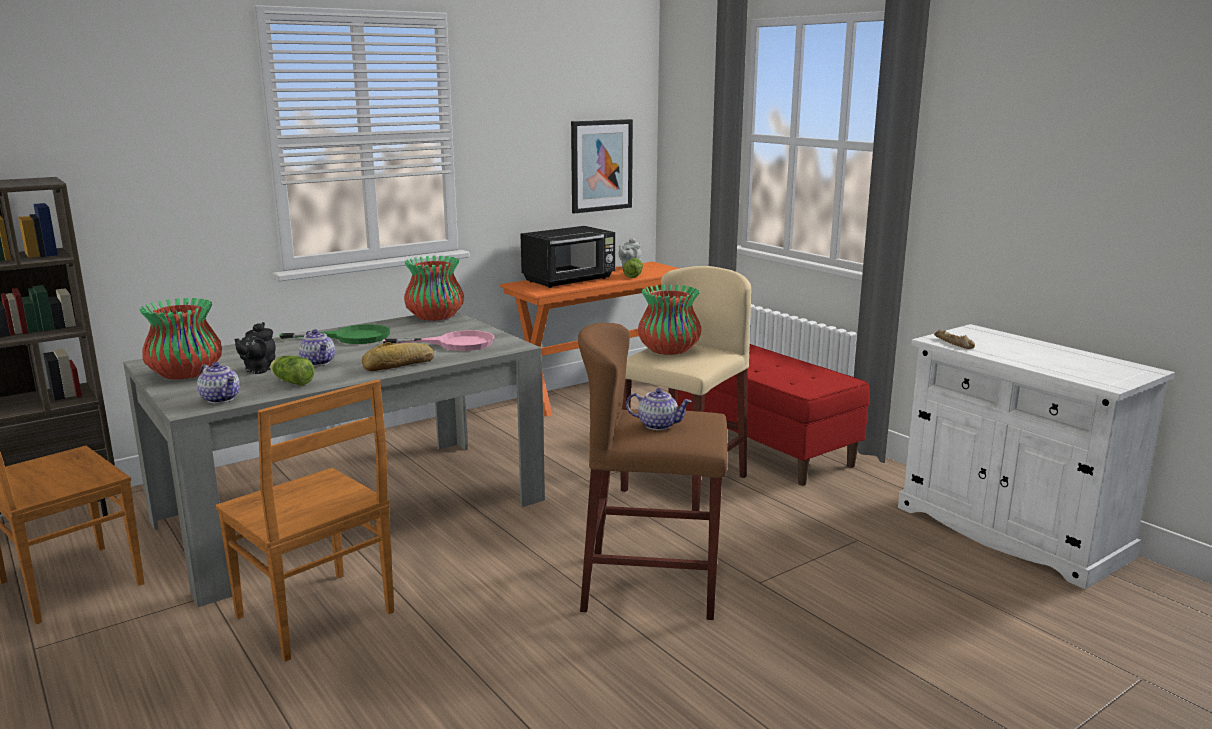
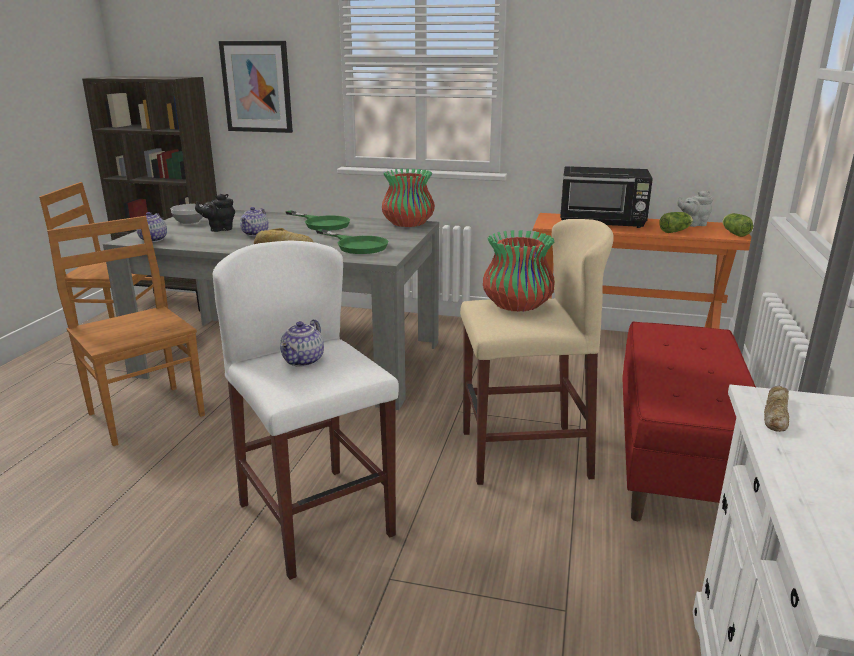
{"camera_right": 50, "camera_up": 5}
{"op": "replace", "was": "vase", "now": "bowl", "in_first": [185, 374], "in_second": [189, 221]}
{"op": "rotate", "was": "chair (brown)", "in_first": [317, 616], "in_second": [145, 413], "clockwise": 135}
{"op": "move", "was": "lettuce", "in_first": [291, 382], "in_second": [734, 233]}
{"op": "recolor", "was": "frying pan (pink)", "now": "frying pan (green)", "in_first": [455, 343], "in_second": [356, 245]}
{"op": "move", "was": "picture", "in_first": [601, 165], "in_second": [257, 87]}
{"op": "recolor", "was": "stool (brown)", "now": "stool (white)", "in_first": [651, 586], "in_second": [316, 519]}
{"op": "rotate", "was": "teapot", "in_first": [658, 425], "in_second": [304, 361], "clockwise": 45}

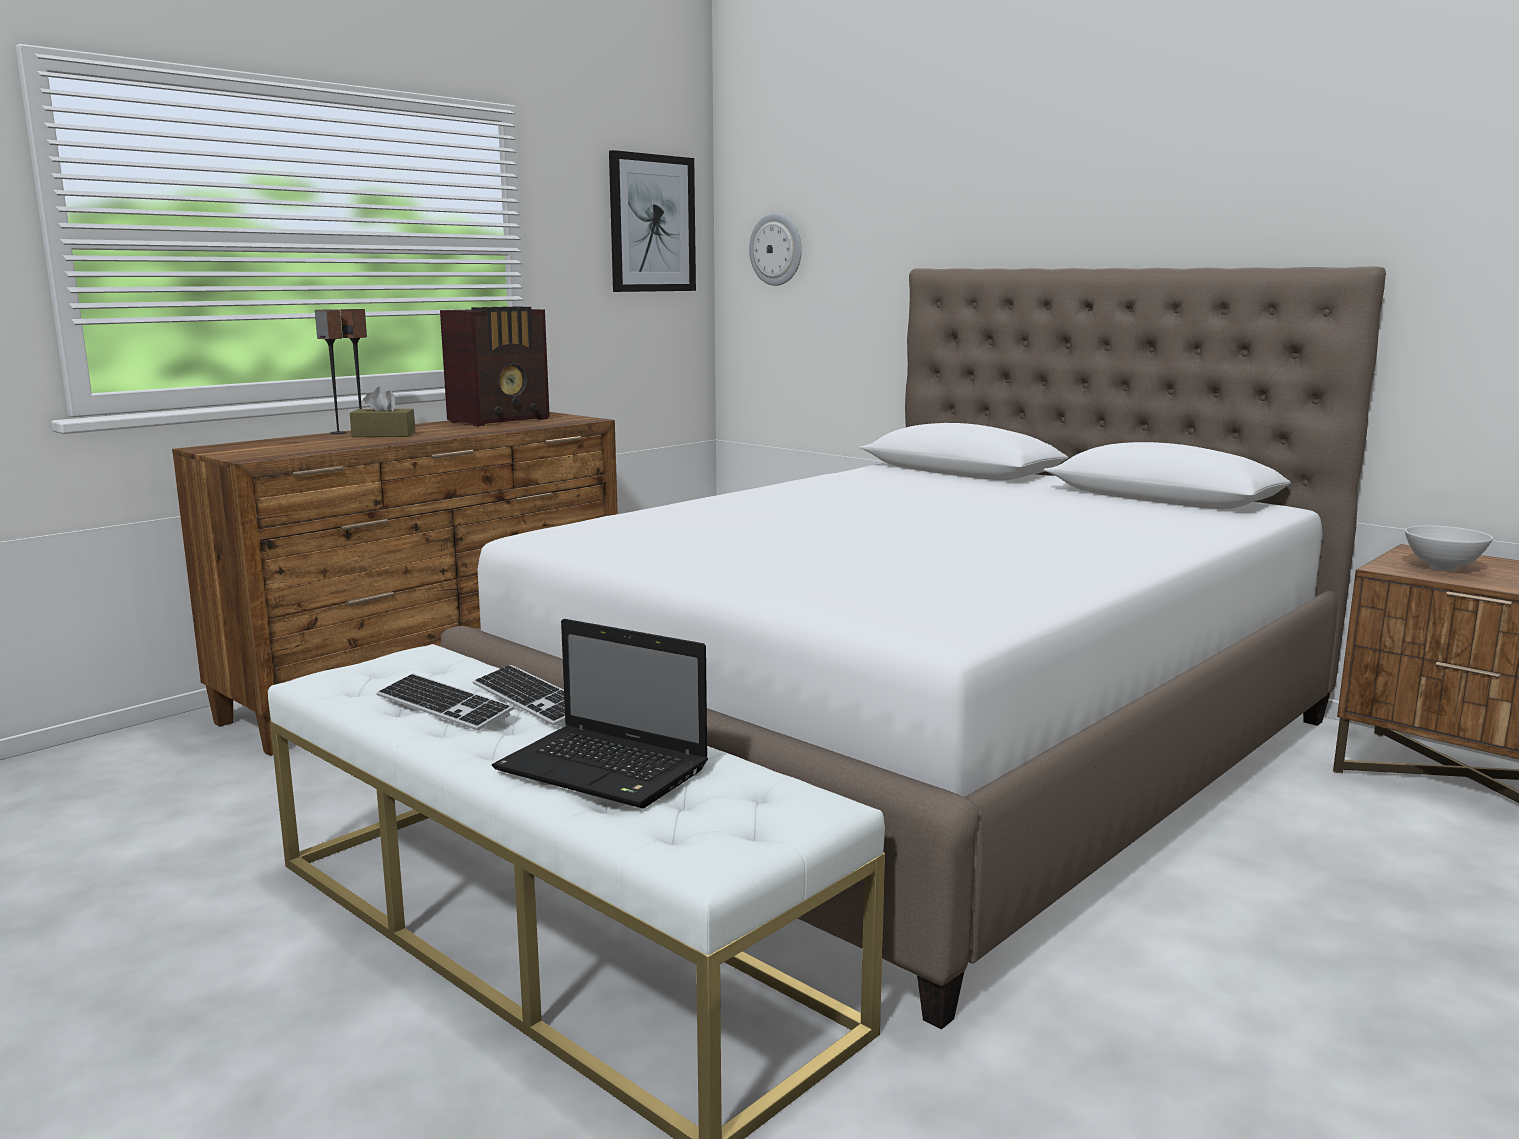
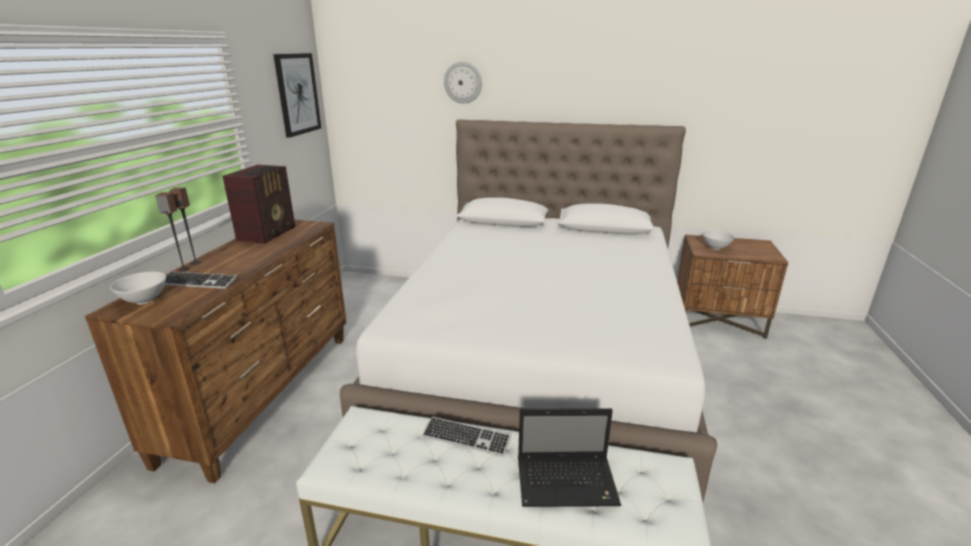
{"camera_right": -30, "camera_up": 10}
{"op": "delete", "was": "tissue box (brown)", "in_first": [384, 435]}
{"op": "move", "was": "keyboard", "in_first": [443, 706], "in_second": [198, 282]}
{"op": "move", "was": "wall clock", "in_first": [776, 249], "in_second": [463, 82]}
{"op": "insert", "now": "bowl (white)", "in_second": [144, 301]}

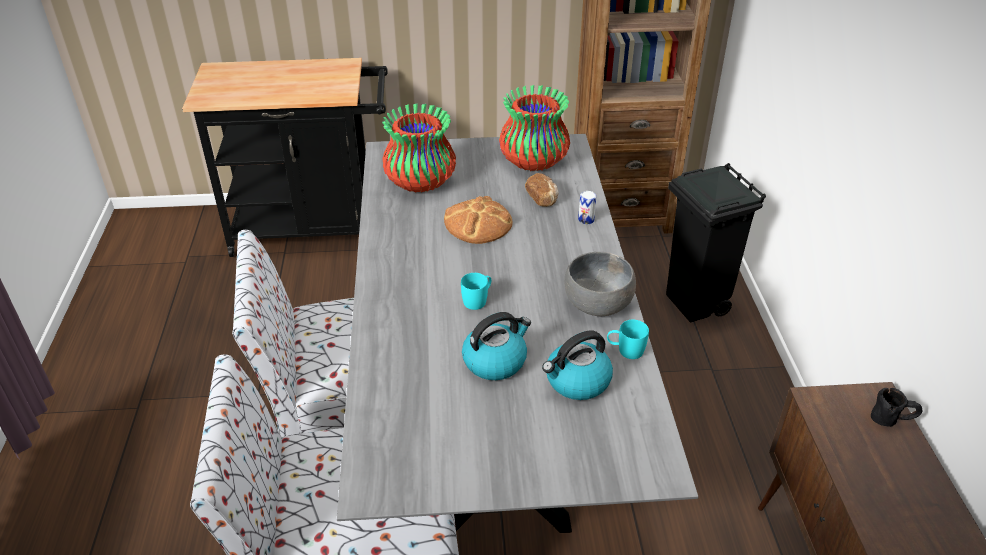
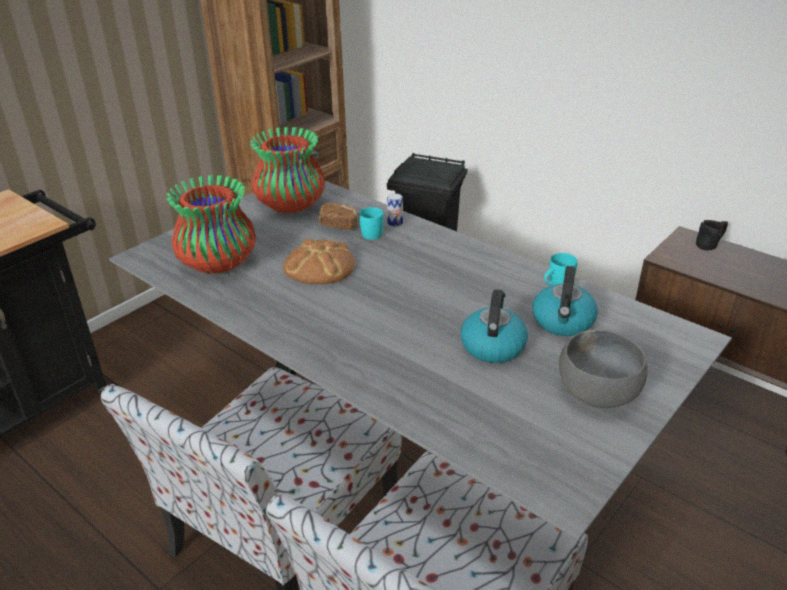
{"camera_right": -45, "camera_up": -5}
{"op": "move", "was": "mug (turquoise)", "in_first": [478, 300], "in_second": [371, 232]}
{"op": "move", "was": "bowl (grey)", "in_first": [598, 303], "in_second": [598, 392]}

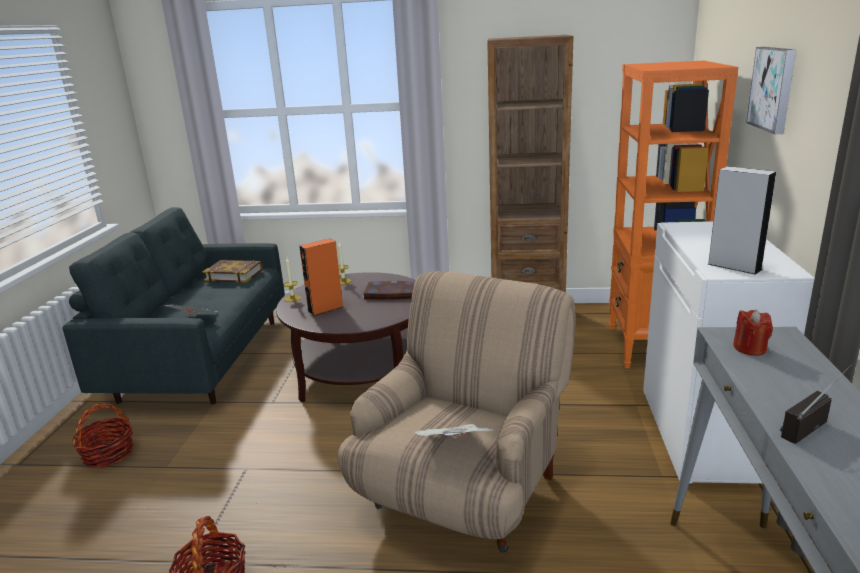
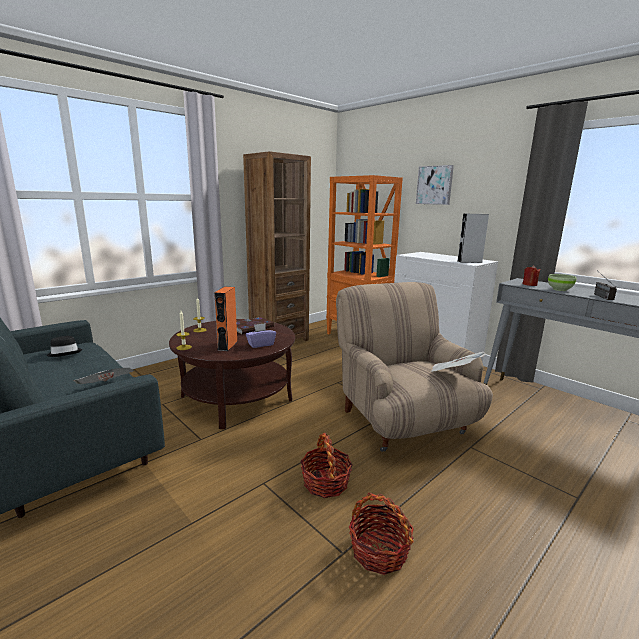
{"camera_right": -50, "camera_up": -5}
{"op": "move", "was": "basket", "in_first": [108, 454], "in_second": [325, 483]}
{"op": "replace", "was": "book", "now": "hat (black)", "in_first": [234, 275], "in_second": [65, 353]}
{"op": "insert", "now": "tissue box (purple)", "in_second": [261, 344]}
{"op": "insert", "now": "bowl (green)", "in_second": [559, 289]}

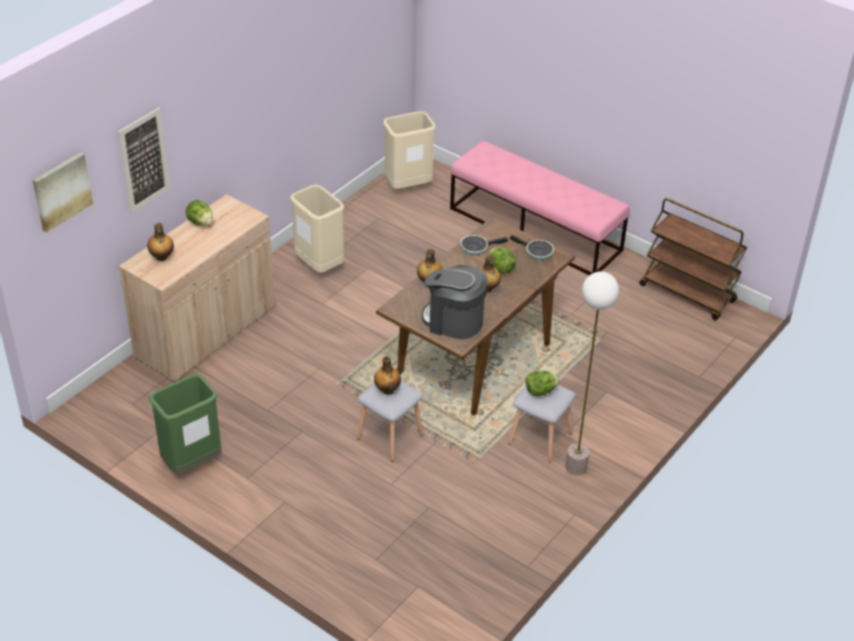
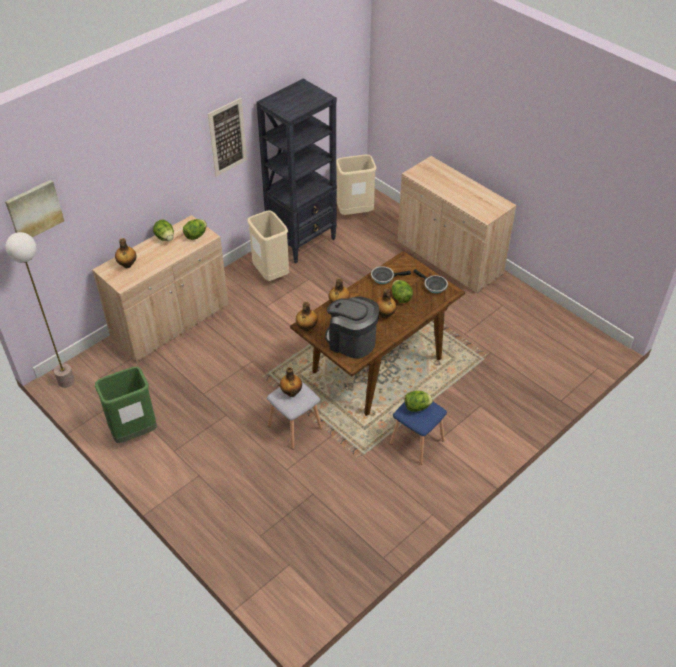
{"camera_right": 10, "camera_up": 5}
{"op": "move", "was": "picture", "in_first": [144, 160], "in_second": [227, 137]}
{"op": "replace", "was": "bench (pink)", "now": "cabinet (beige)", "in_first": [535, 229], "in_second": [449, 258]}
{"op": "recolor", "was": "stool (grey)", "now": "stool (blue)", "in_first": [540, 439], "in_second": [417, 442]}
{"op": "move", "was": "floor lamp", "in_first": [575, 467], "in_second": [66, 381]}
{"op": "delete", "was": "cart (brown)", "in_first": [688, 294]}
{"op": "insert", "now": "lettuce", "in_second": [196, 236]}
{"op": "insert", "now": "bookcase (black)", "in_second": [302, 241]}
{"op": "insert", "now": "bottle", "in_second": [306, 328]}

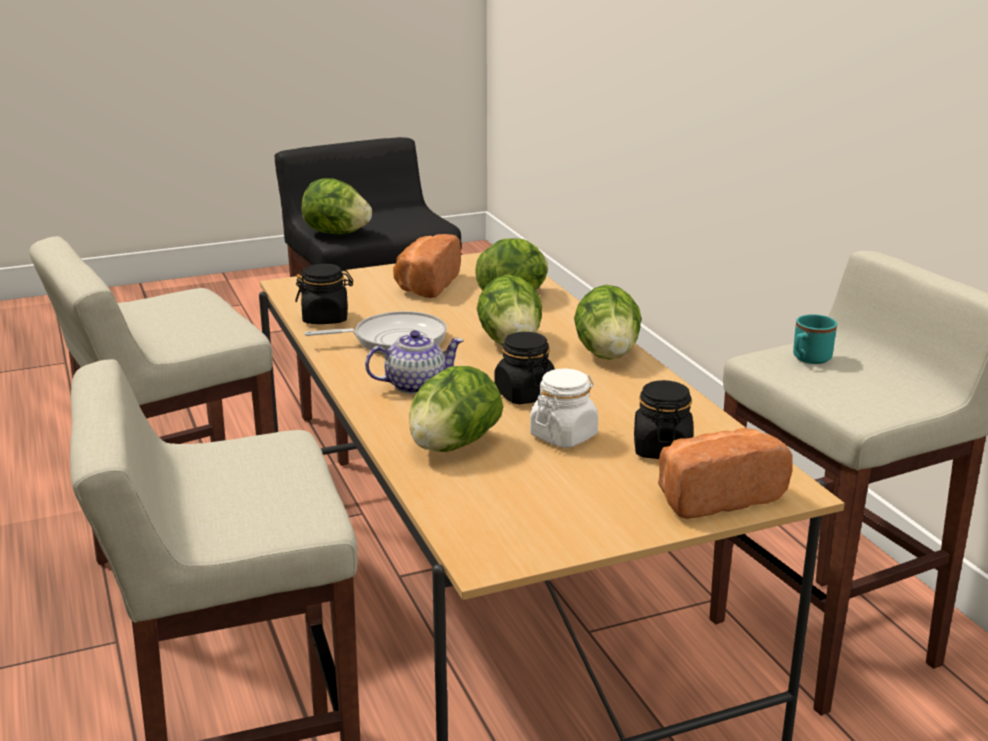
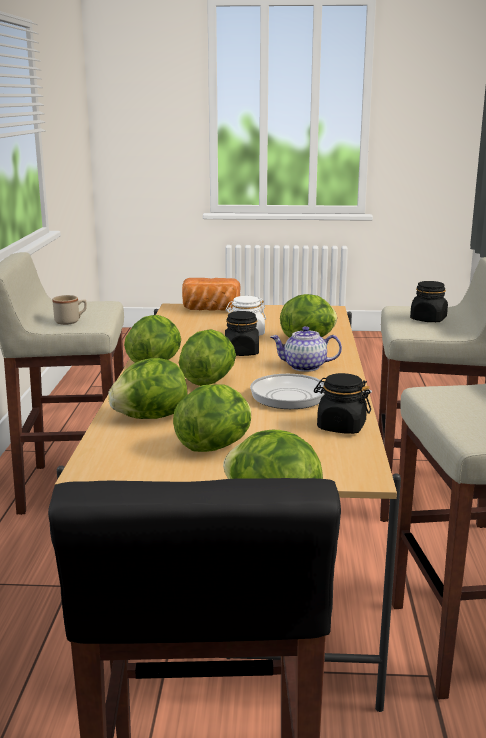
{"camera_right": -155, "camera_up": -5}
{"op": "replace", "was": "bread", "now": "lettuce", "in_first": [425, 285], "in_second": [215, 446]}
{"op": "move", "was": "jar (black)", "in_first": [661, 449], "in_second": [428, 319]}
{"op": "recolor", "was": "mug (turquoise)", "now": "mug (beige)", "in_first": [808, 359], "in_second": [71, 321]}

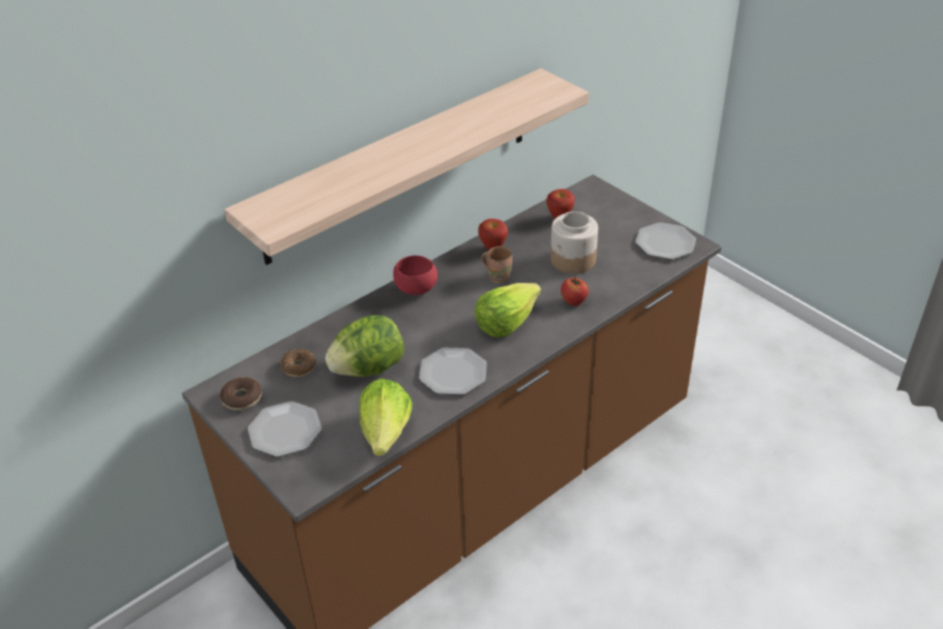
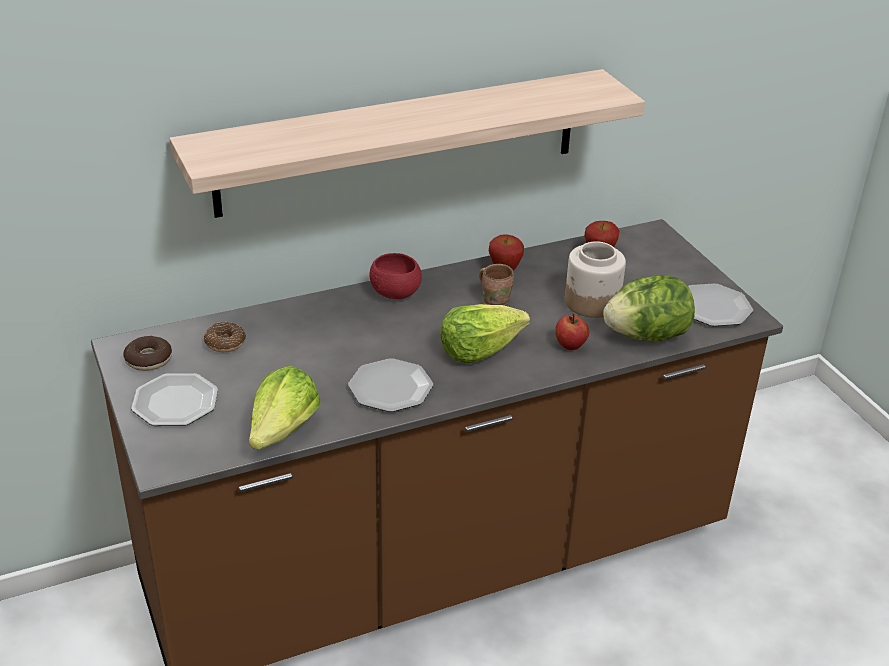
{"camera_right": 15, "camera_up": -5}
{"op": "move", "was": "lettuce", "in_first": [368, 368], "in_second": [647, 336]}

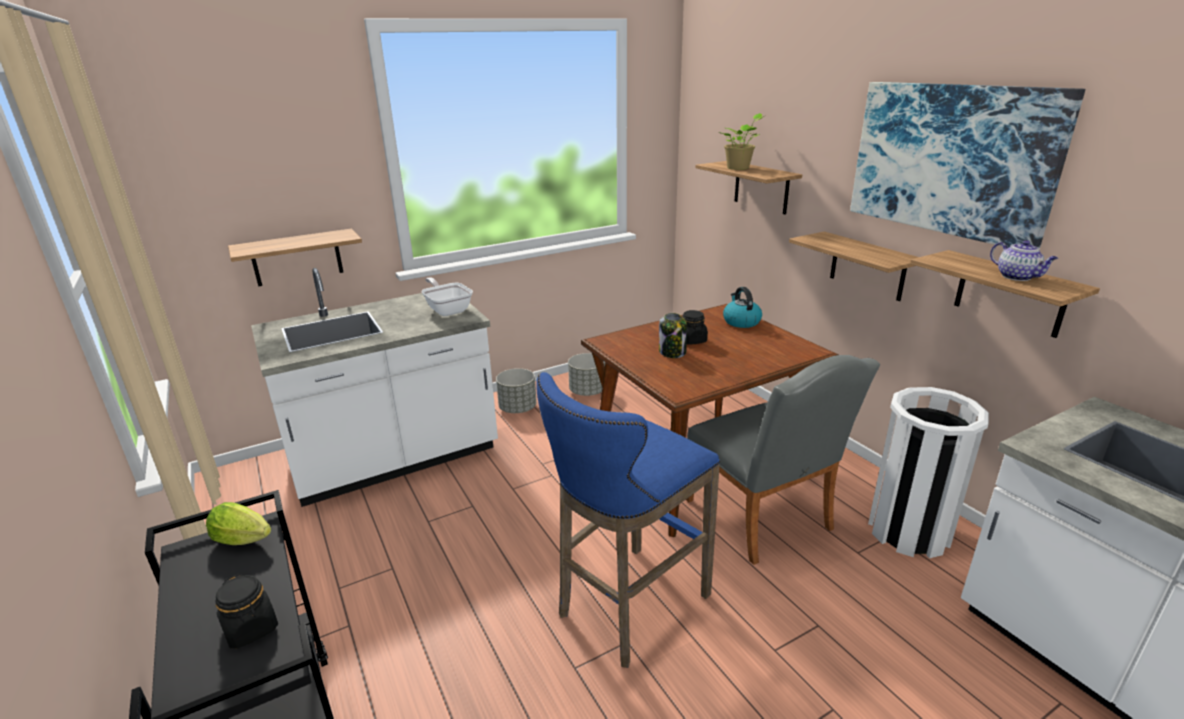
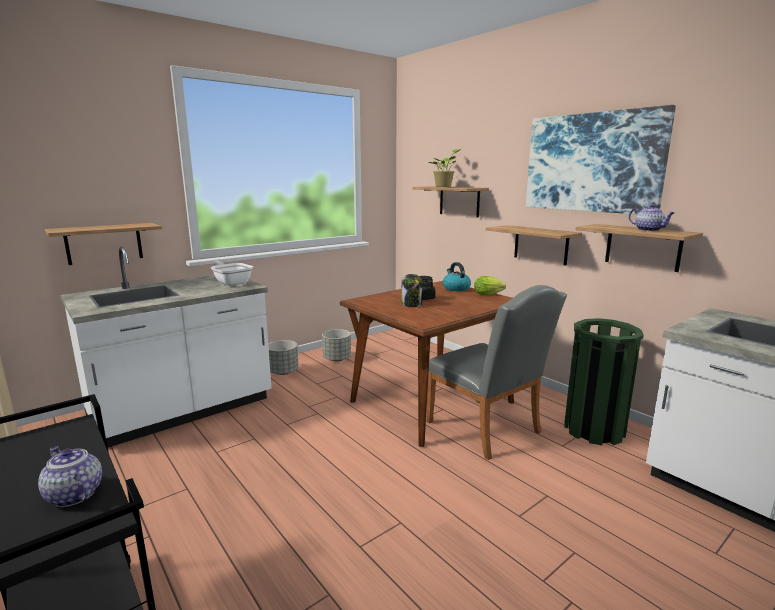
{"camera_right": -10, "camera_up": -10}
{"op": "move", "was": "lettuce", "in_first": [246, 540], "in_second": [489, 294]}
{"op": "replace", "was": "jar (black)", "now": "teapot", "in_first": [251, 628], "in_second": [73, 495]}
{"op": "delete", "was": "stool (blue)", "in_first": [628, 608]}
{"op": "recolor", "was": "trash can (white)", "now": "trash can (green)", "in_first": [909, 531], "in_second": [594, 429]}

